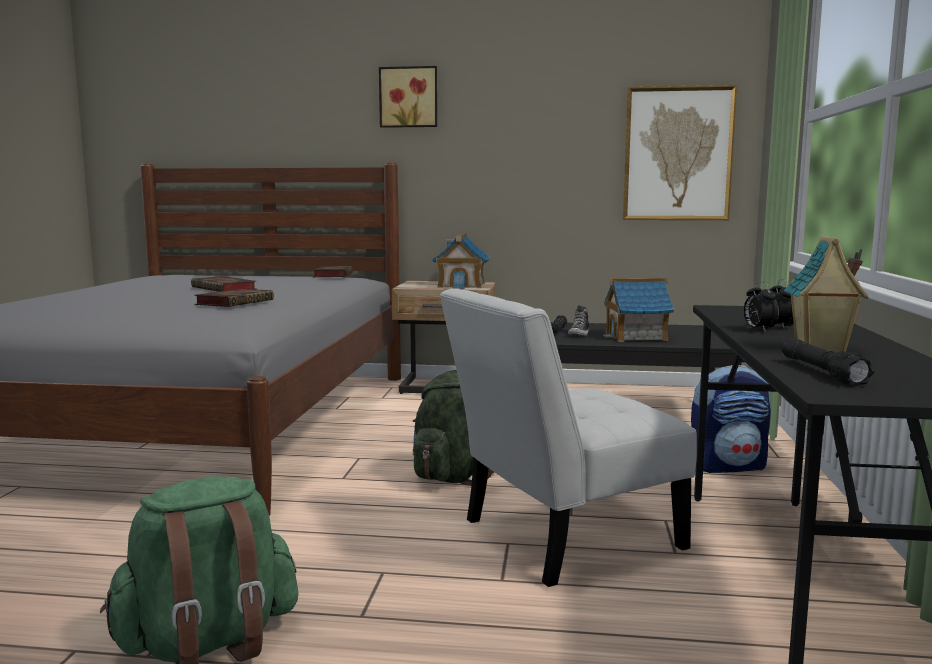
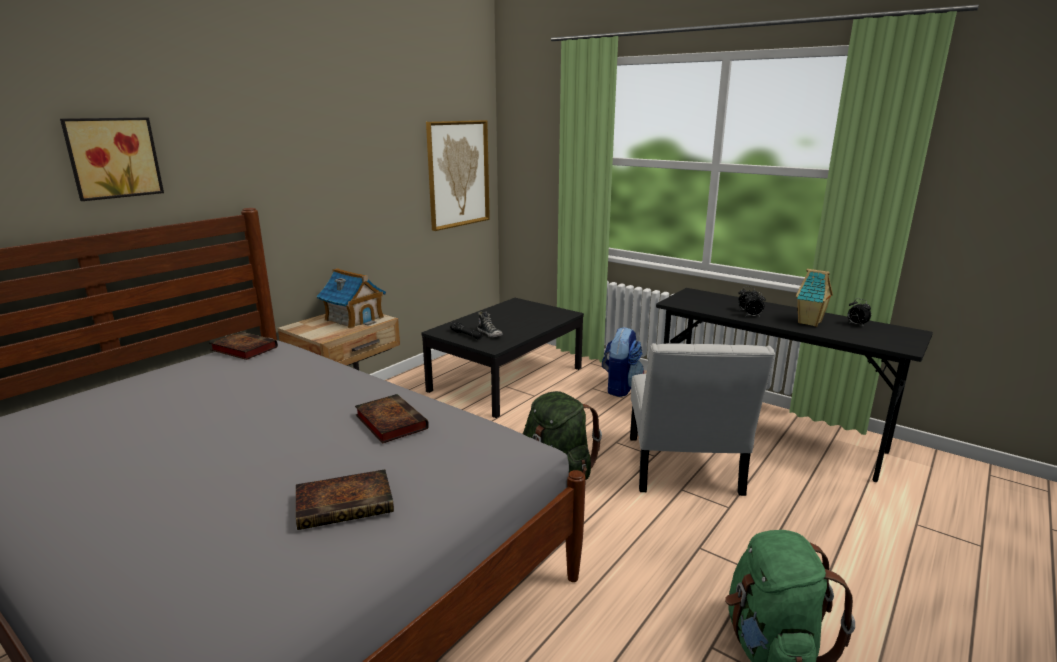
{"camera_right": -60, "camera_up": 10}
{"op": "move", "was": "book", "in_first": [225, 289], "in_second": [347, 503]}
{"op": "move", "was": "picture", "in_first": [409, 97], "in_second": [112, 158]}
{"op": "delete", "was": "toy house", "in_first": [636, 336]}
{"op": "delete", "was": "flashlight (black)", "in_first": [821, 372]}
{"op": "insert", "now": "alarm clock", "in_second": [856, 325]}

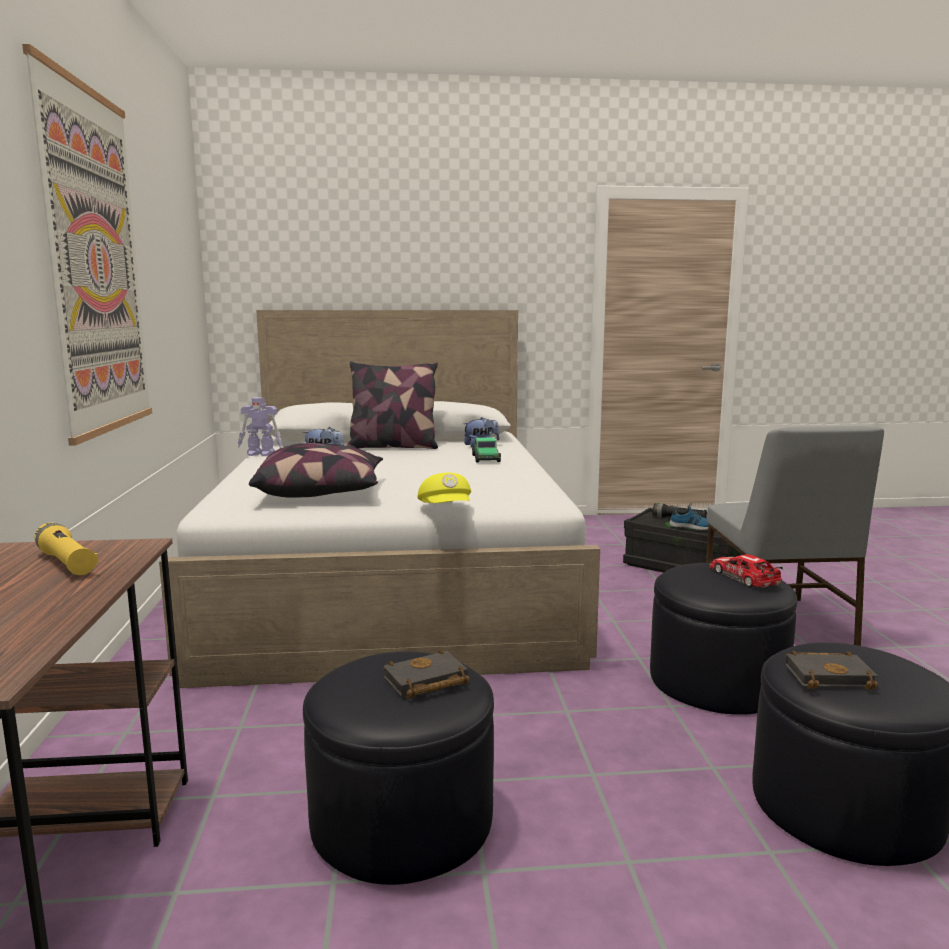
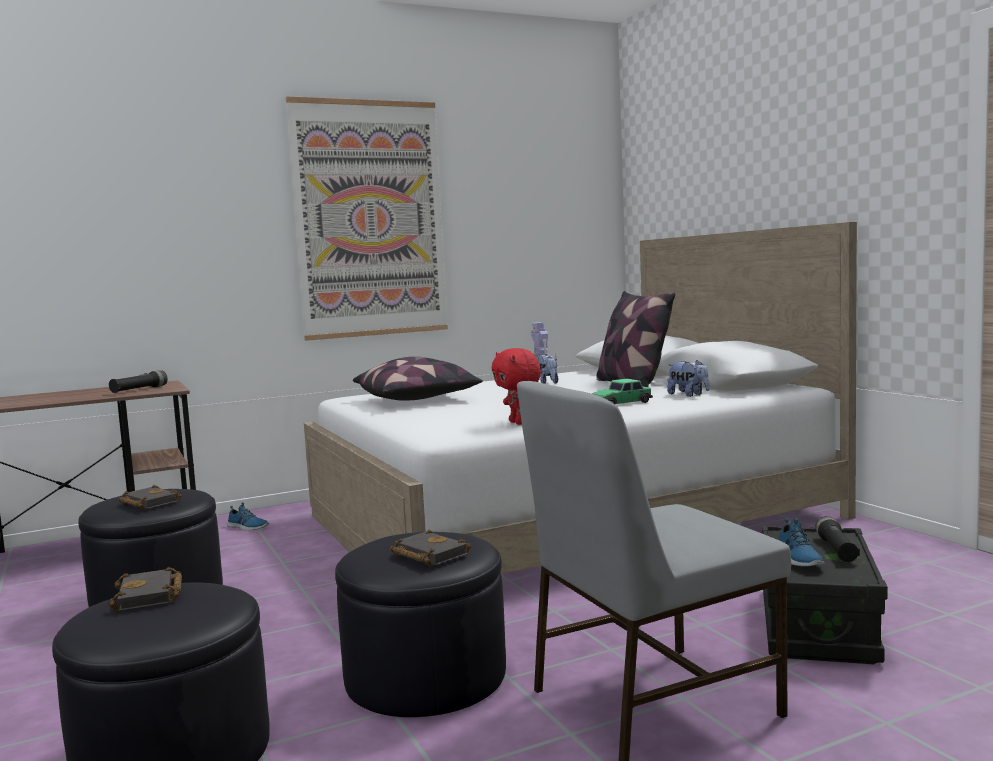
{"camera_right": 70, "camera_up": -5}
{"op": "recolor", "was": "flashlight (yellow)", "now": "flashlight (black)", "in_first": [66, 563], "in_second": [139, 390]}
{"op": "delete", "was": "cap (yellow)", "in_first": [446, 510]}
{"op": "replace", "was": "toy car", "now": "book (black)", "in_first": [744, 577], "in_second": [427, 555]}
{"op": "insert", "now": "shoe", "in_second": [247, 527]}
{"op": "insert", "now": "plush toy (red)", "in_second": [518, 423]}

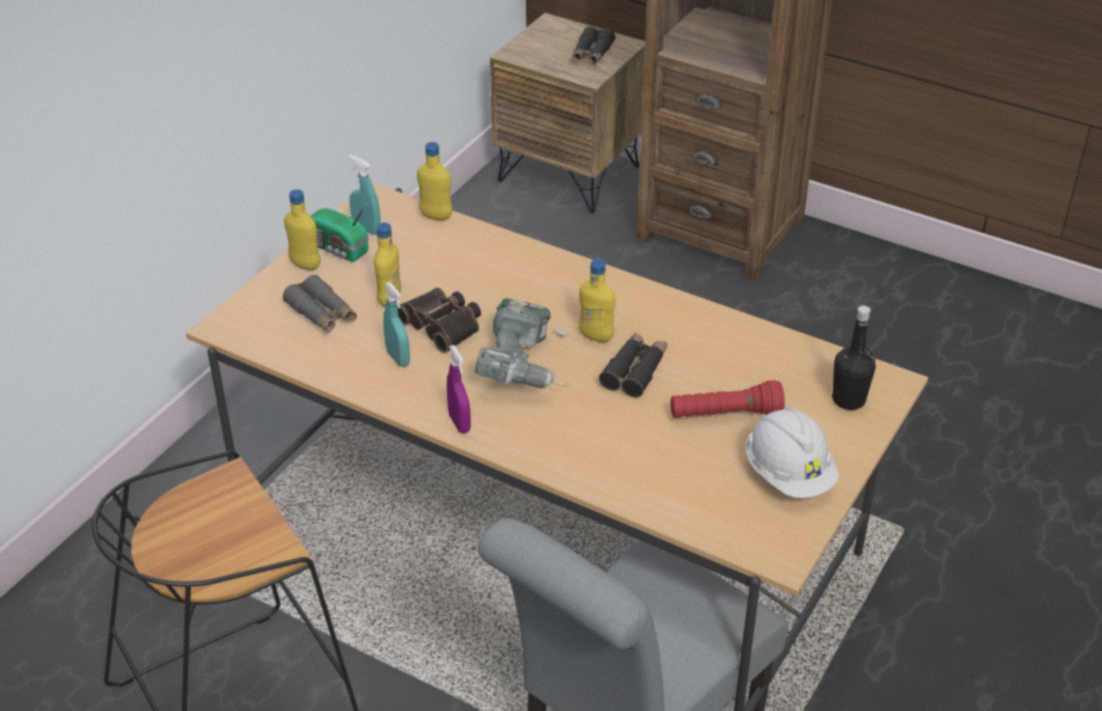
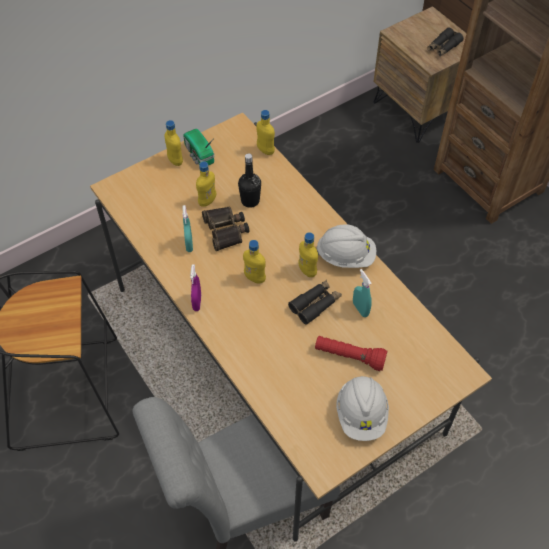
{"camera_right": 25, "camera_up": 15}
{"op": "delete", "was": "binoculars (grey)", "in_first": [322, 313]}
{"op": "move", "was": "spray bottle (turquoise)", "in_first": [366, 229], "in_second": [360, 309]}
{"op": "replace", "was": "power drill", "now": "bottle (yellow)", "in_first": [525, 367], "in_second": [255, 278]}
{"op": "move", "was": "bottle (black)", "in_first": [848, 400], "in_second": [250, 201]}
{"op": "insert", "now": "hard hat (white)", "in_second": [346, 256]}

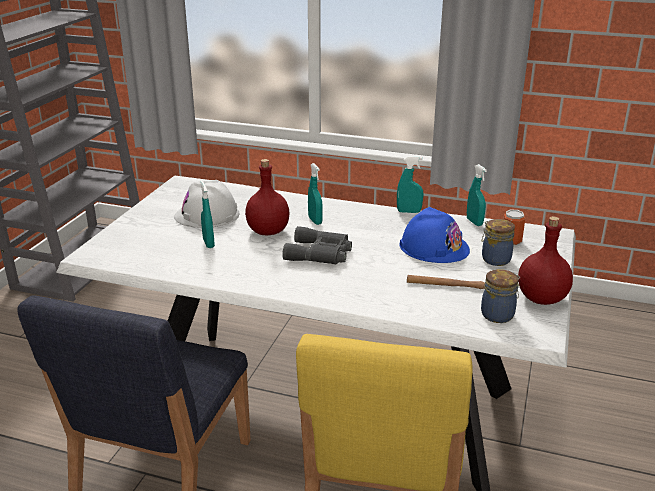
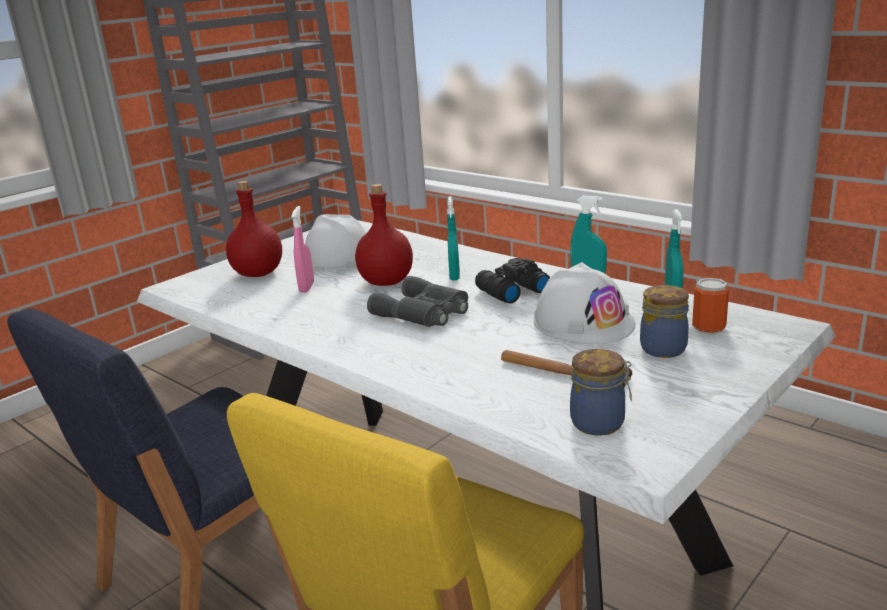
{"camera_right": 25, "camera_up": -5}
{"op": "recolor", "was": "spray bottle (turquoise)", "now": "spray bottle (pink)", "in_first": [208, 243], "in_second": [306, 287]}
{"op": "recolor", "was": "hard hat (blue)", "now": "hard hat (white)", "in_first": [434, 247], "in_second": [583, 322]}
{"op": "move", "was": "bottle (red)", "in_first": [540, 298], "in_second": [257, 273]}
{"op": "insert", "now": "binoculars (black)", "in_second": [511, 291]}

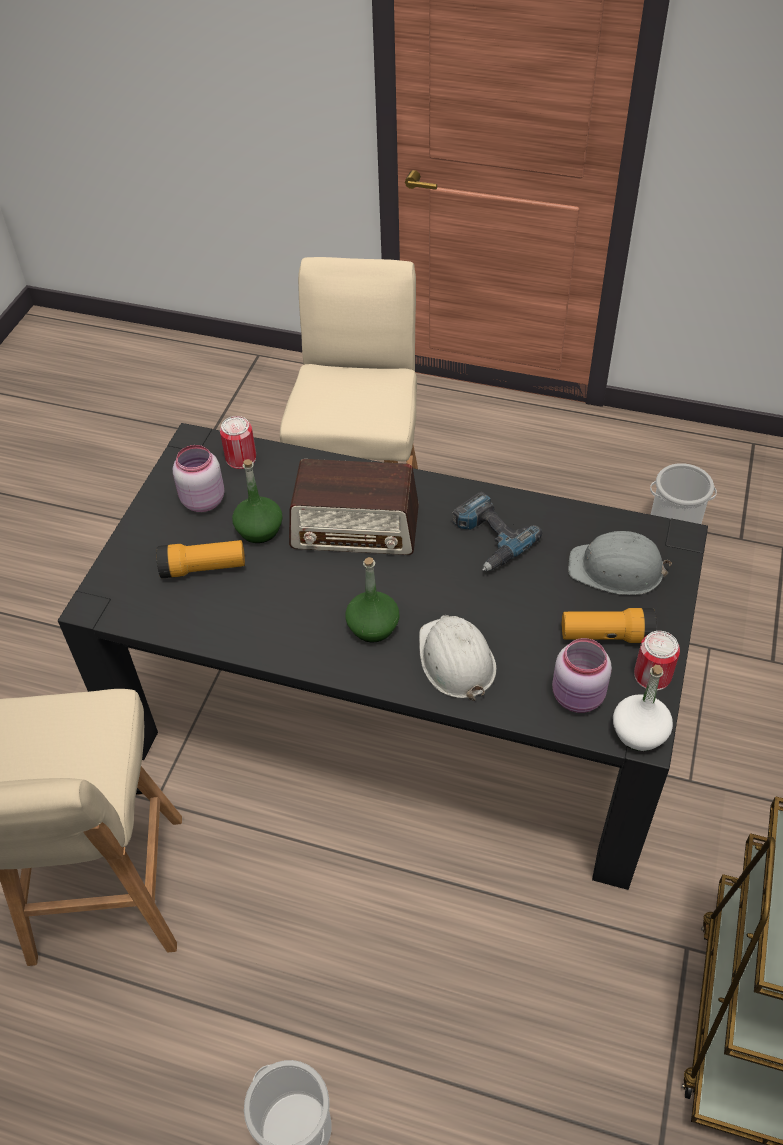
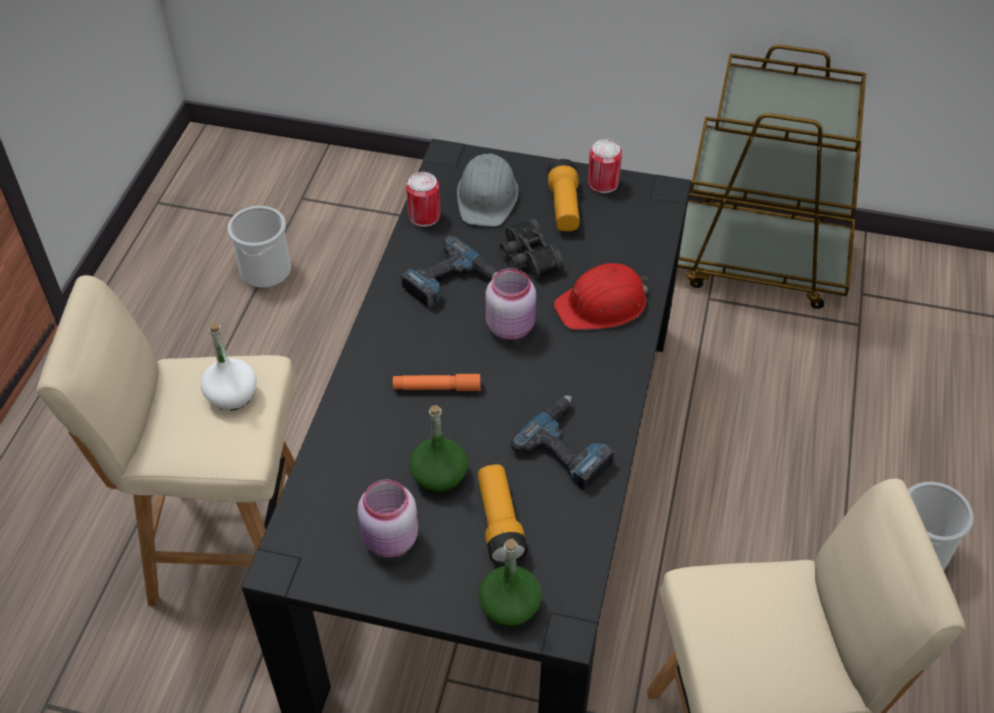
{"camera_right": -95, "camera_up": 0}
{"op": "move", "was": "can", "in_first": [241, 458], "in_second": [424, 215]}
{"op": "replace", "was": "radio", "now": "flashlight (orange)", "in_first": [356, 528], "in_second": [437, 388]}
{"op": "move", "was": "bottle (green)", "in_first": [372, 627], "in_second": [510, 606]}
{"op": "recolor", "was": "hard hat (white)", "now": "hard hat (red)", "in_first": [455, 660], "in_second": [602, 304]}
{"op": "move", "was": "jar (pink)", "in_first": [578, 697], "in_second": [511, 326]}
{"op": "move", "was": "bottle (white)", "in_first": [639, 732], "in_second": [232, 394]}
{"op": "insert", "now": "binoculars (black)", "in_second": [527, 258]}
{"op": "insert", "now": "power drill", "in_second": [569, 447]}

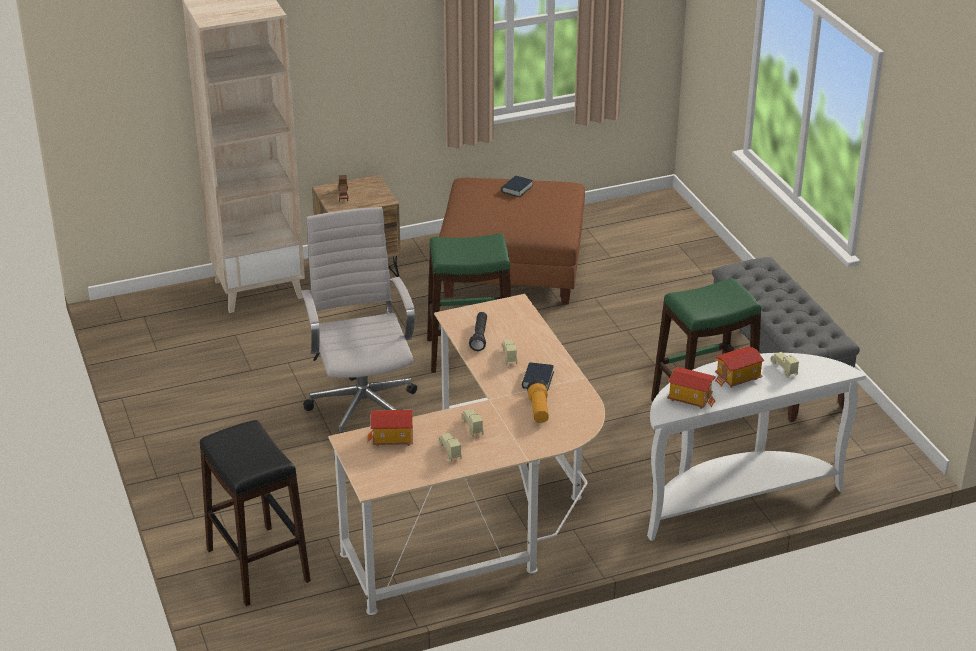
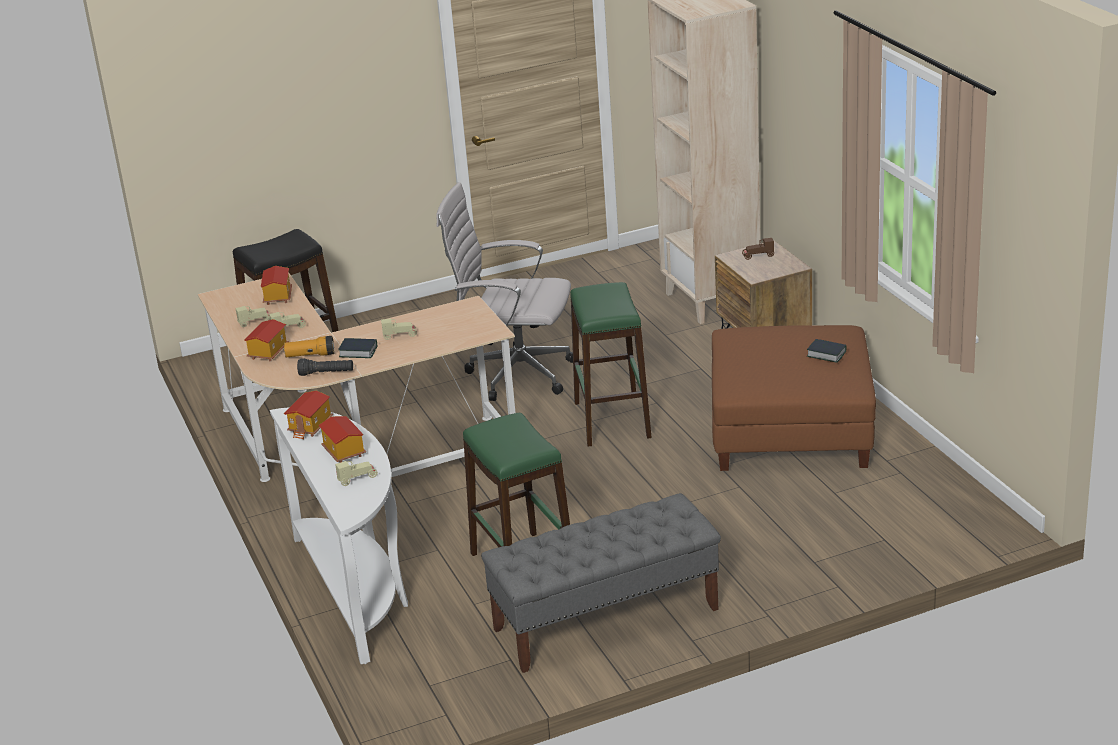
{"camera_right": 90, "camera_up": -5}
{"op": "rotate", "was": "office chair (white)", "in_first": [363, 406], "in_second": [515, 374], "clockwise": -150}
{"op": "move", "was": "flashlight (black)", "in_first": [479, 337], "in_second": [326, 373]}
{"op": "insert", "now": "toy house", "in_second": [268, 352]}

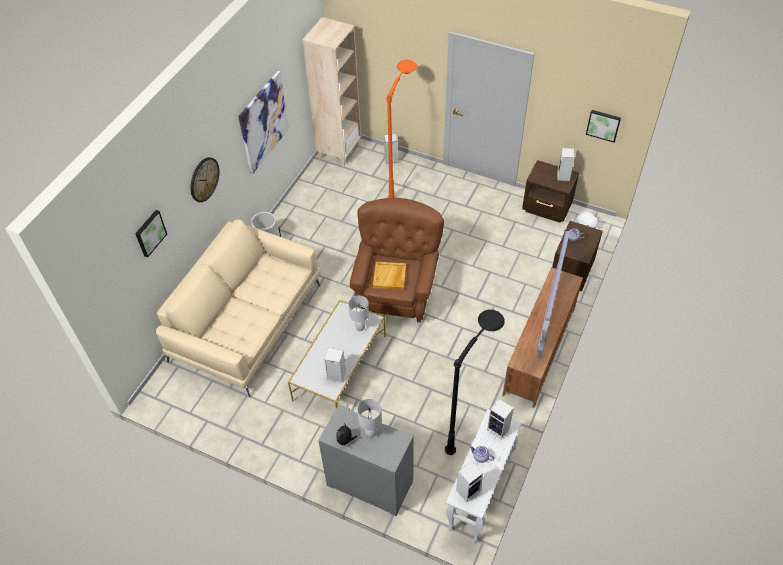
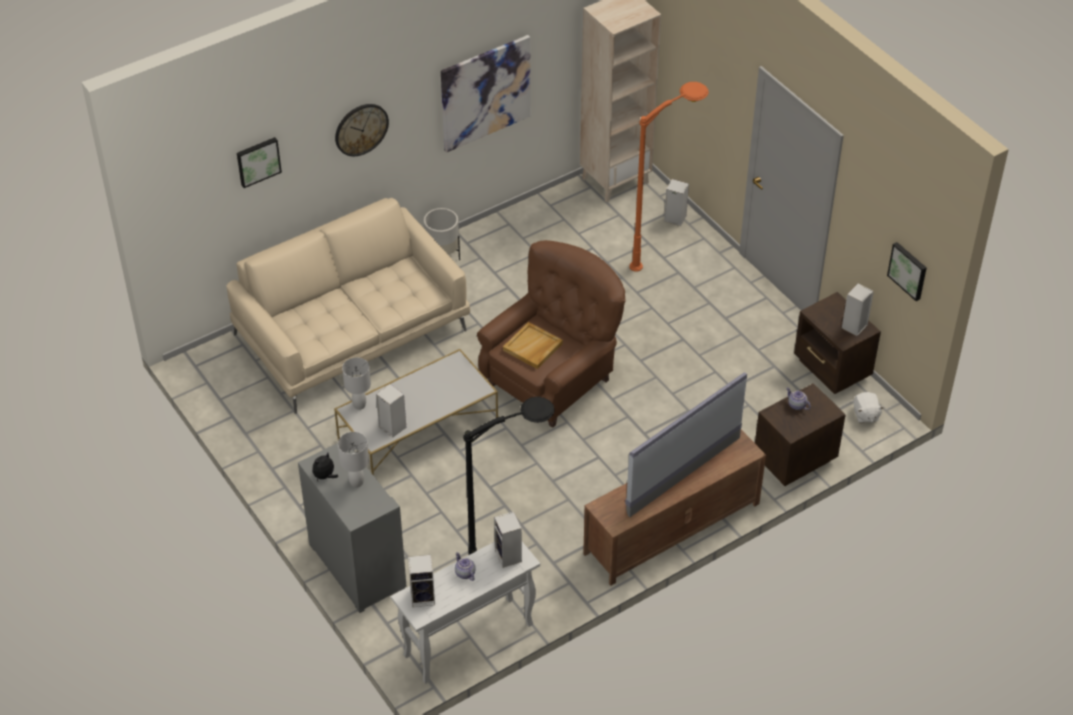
{"camera_right": 30, "camera_up": -5}
{"op": "move", "was": "table lamp (white)", "in_first": [360, 328], "in_second": [359, 405]}

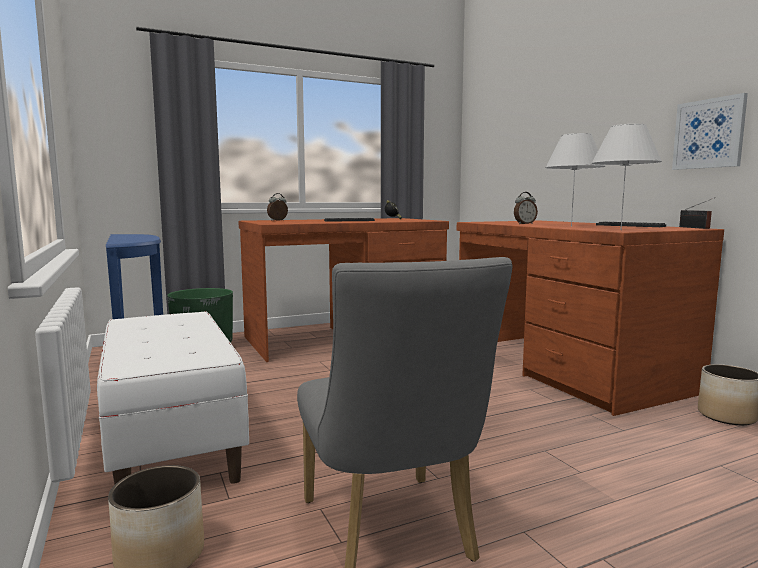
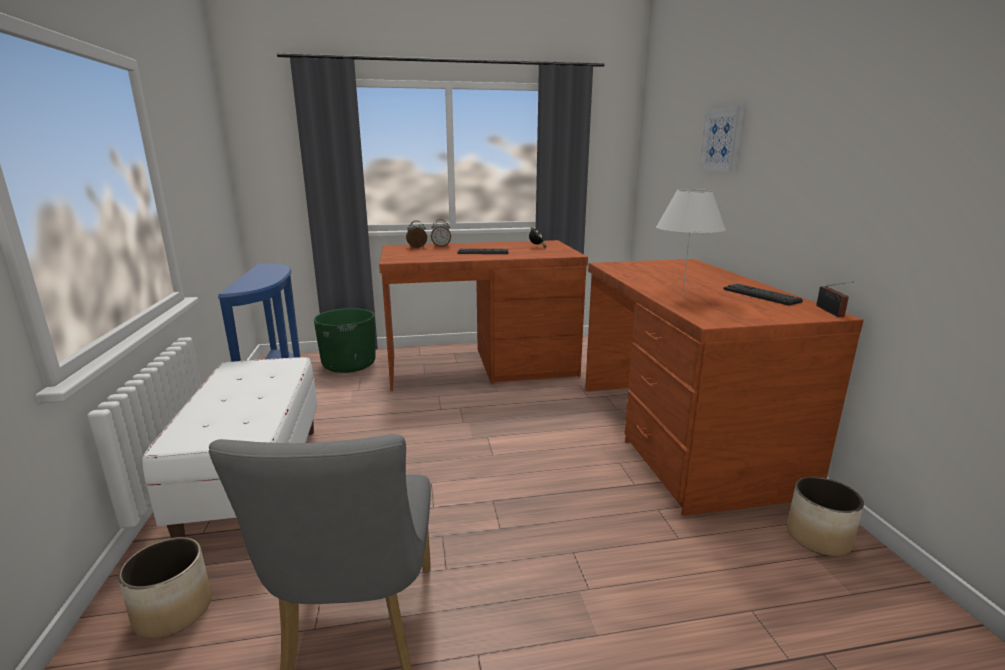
{"camera_right": 15, "camera_up": 10}
{"op": "move", "was": "alarm clock", "in_first": [524, 224], "in_second": [441, 246]}
{"op": "delete", "was": "table lamp (white)", "in_first": [620, 230]}
{"op": "move", "was": "picture", "in_first": [709, 134], "in_second": [722, 139]}

